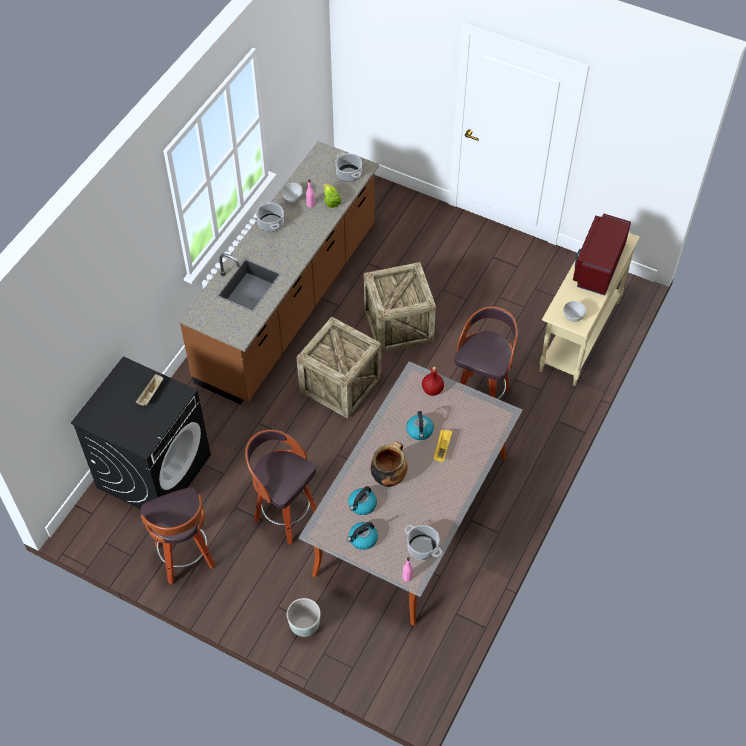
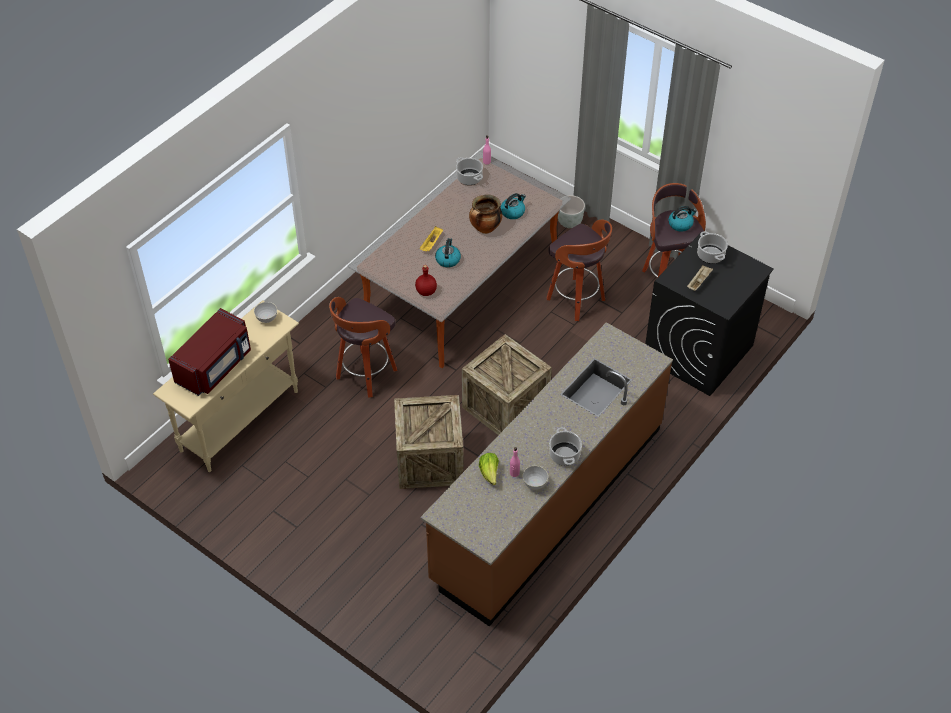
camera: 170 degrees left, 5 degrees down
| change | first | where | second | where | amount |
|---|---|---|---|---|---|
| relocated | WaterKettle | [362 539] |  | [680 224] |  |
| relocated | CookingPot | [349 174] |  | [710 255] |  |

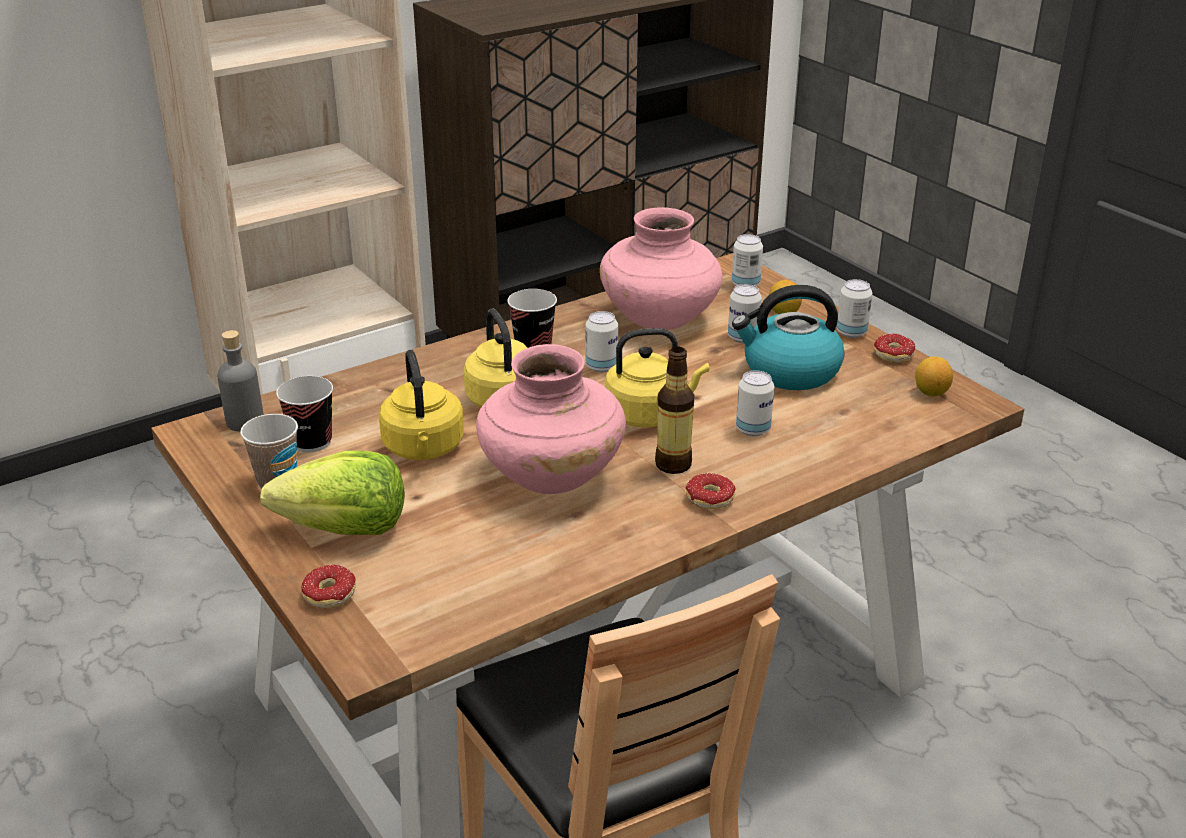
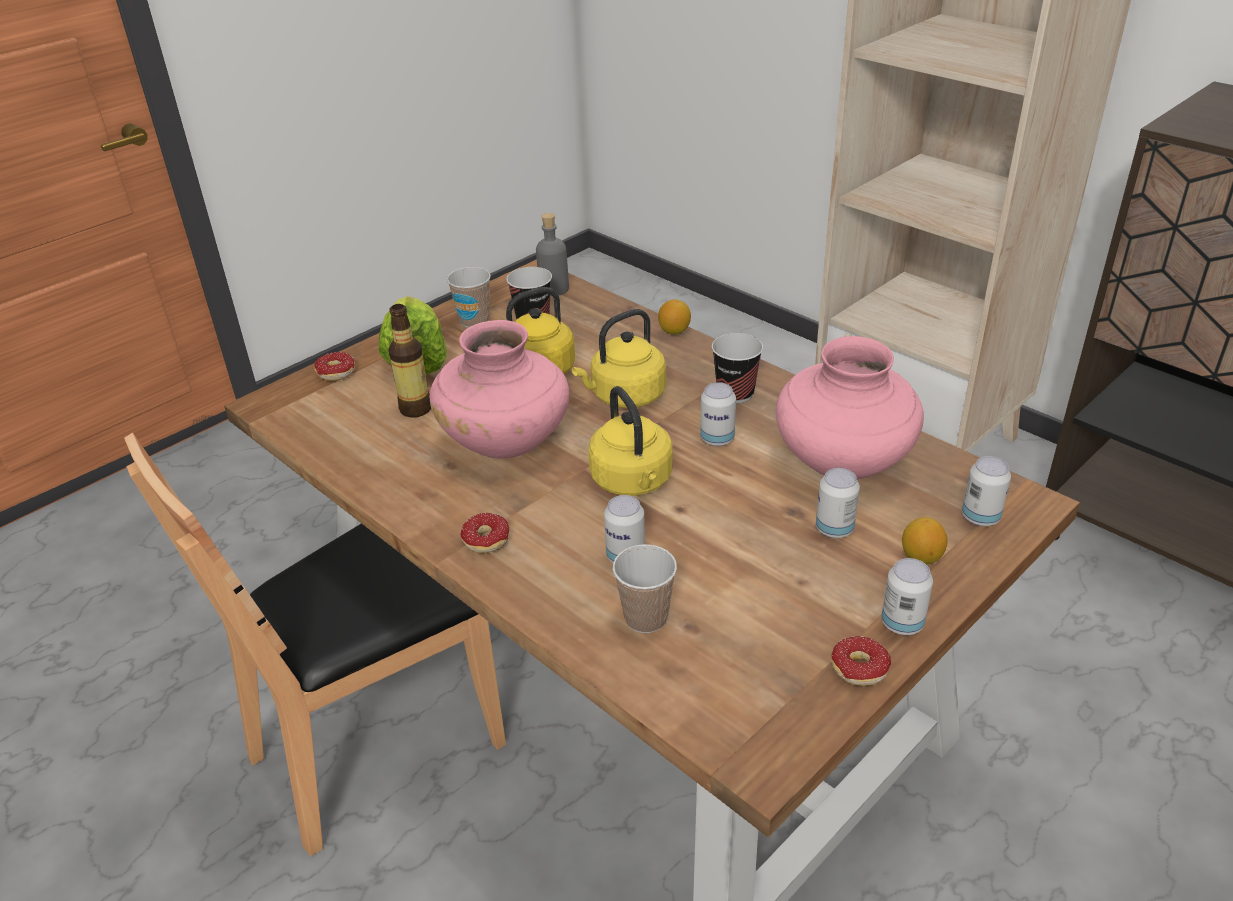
camera: 80 degrees right, 5 degrees up
| change | first | where | second | where | amount |
|---|---|---|---|---|---|
| relocated | BeverageBottle | [673 464] |  | [415 409] |  |
| appeared |  |  | DrinkingCup | [646 618] |  |
| relocated | Lemon | [931 392] |  | [674 331] |  |
| missing | WaterKettle | [789 371] |  |  |  |

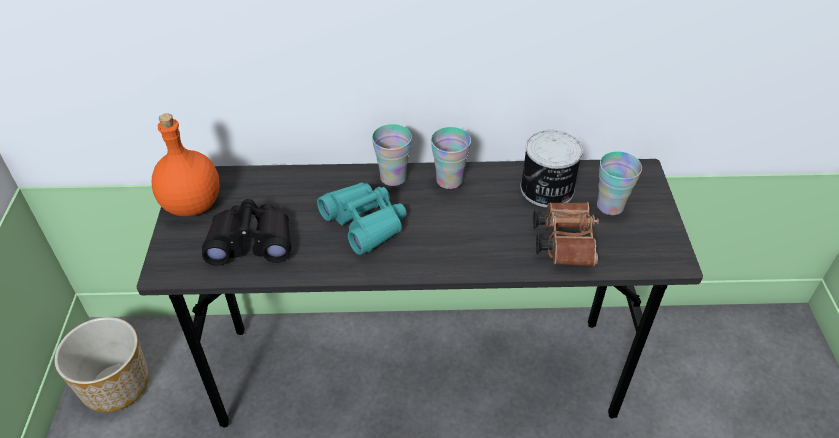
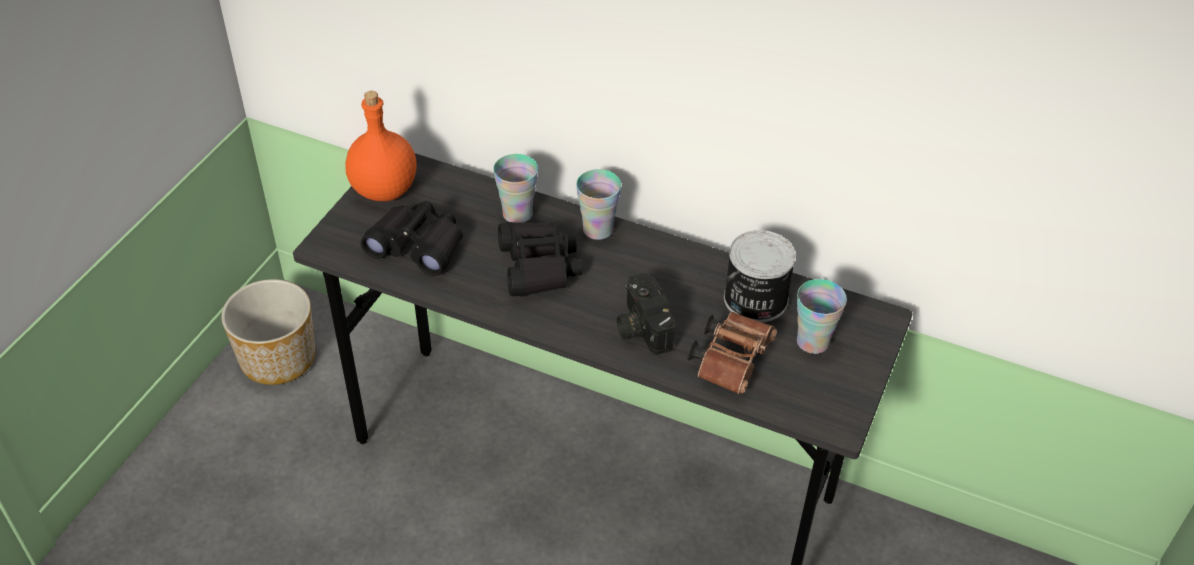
camera: 25 degrees right, 0 degrees up
| change | first | where | second | where | amount |
|---|---|---|---|---|---|
| relocated | DrinkingCup | [449 180] |  | [517 214] |  |
| colour | TurquoiseColouredPairOfBinoculars | [365 223] | BlackishPairOfBinoculars | [538 267] |  |
| appeared |  |  | PhotoCamera | [640 327] |  |

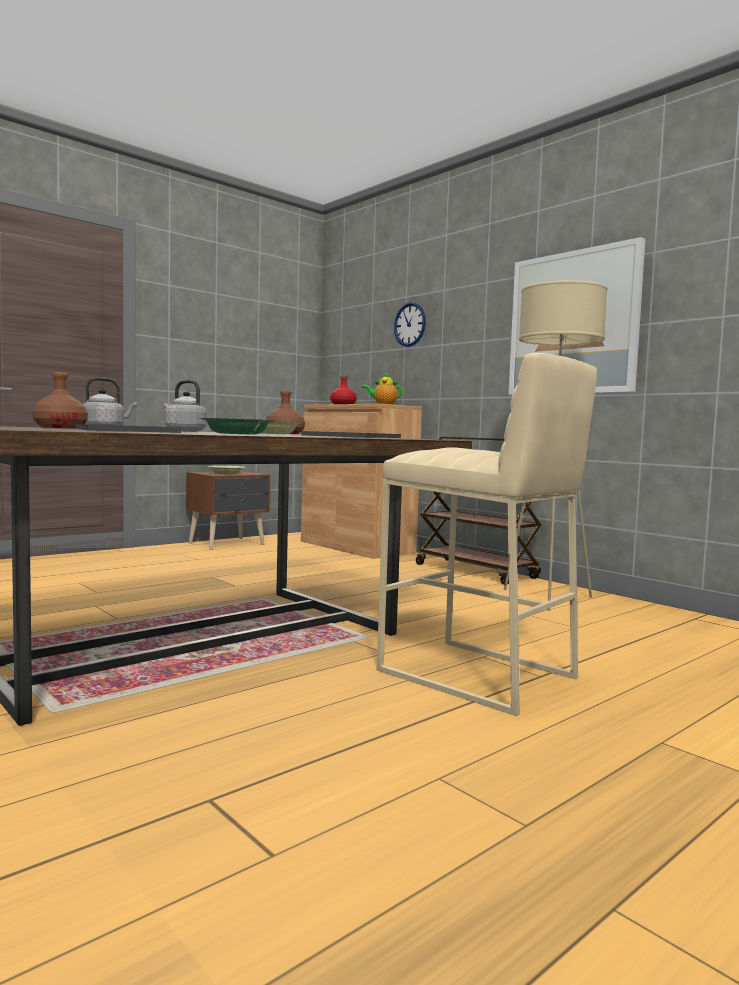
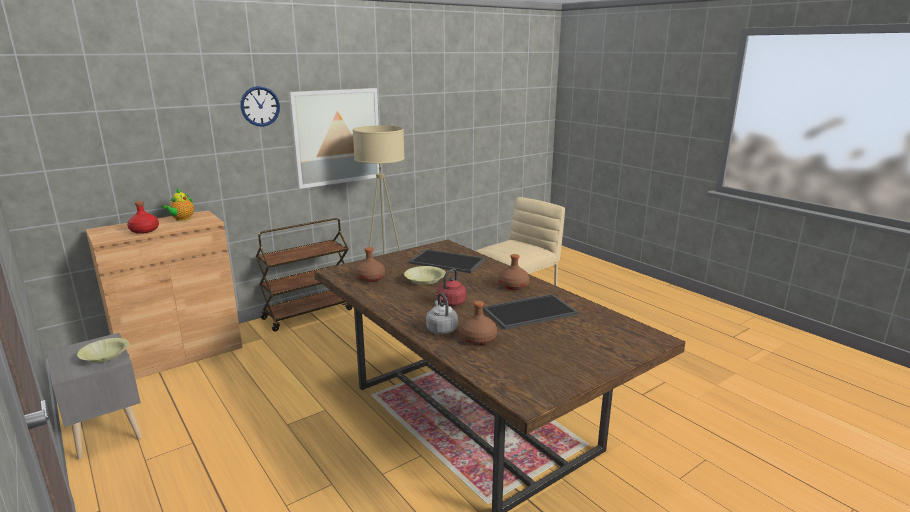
camera: 85 degrees left, 15 degrees up
| change | first | where | second | where | amount |
|---|---|---|---|---|---|
| colour | BrownishNightTable | [228 544] | GreyNightTable | [107 428] |  |
| relocated | HangingClock | [409 324] |  | [260 106] |  |
| colour | GreyWaterKettle | [183 431] | RedColouredWaterKettle | [450 303] |  |
| exchanged | GreenColouredDeepDish | [237 434] | BrownishBeverageBottle | [514 286] |  |

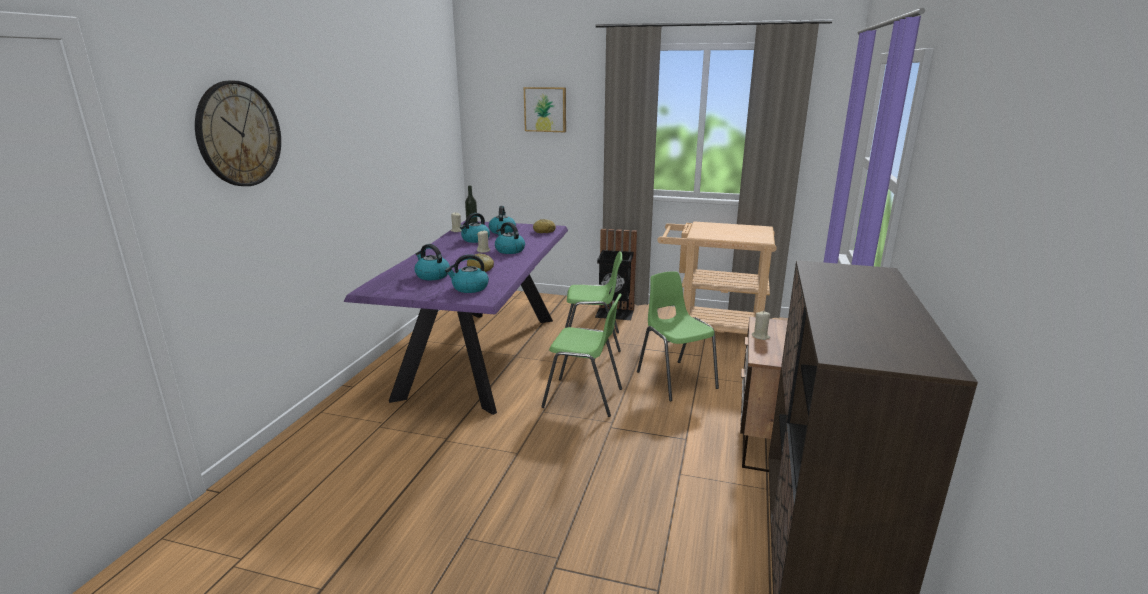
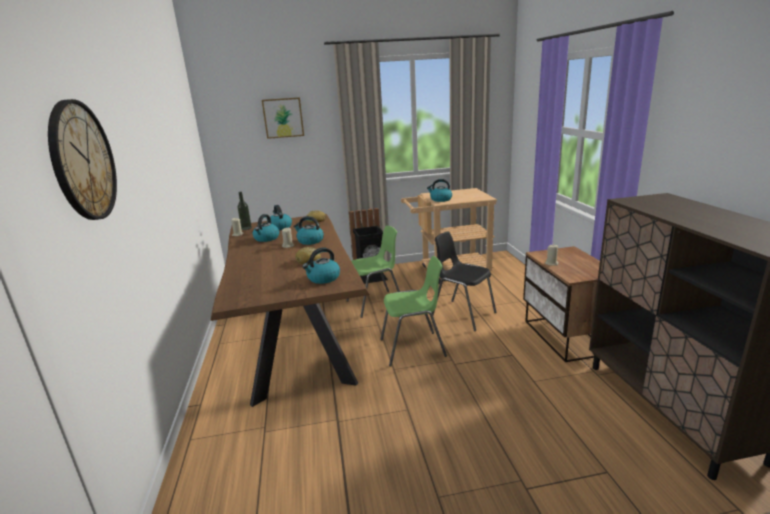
camera: 25 degrees left, 0 degrees up
| change | first | where | second | where | amount |
|---|---|---|---|---|---|
| colour | PurpleColouredKitchenTable | [482 355] | BrownishKitchenTable | [298 339] |  |
| relocated | WaterKettle | [432 276] |  | [440 199] |  |
| colour | GreenColouredPlainChair | [675 380] | BlackishPlainChair | [462 314] |  |

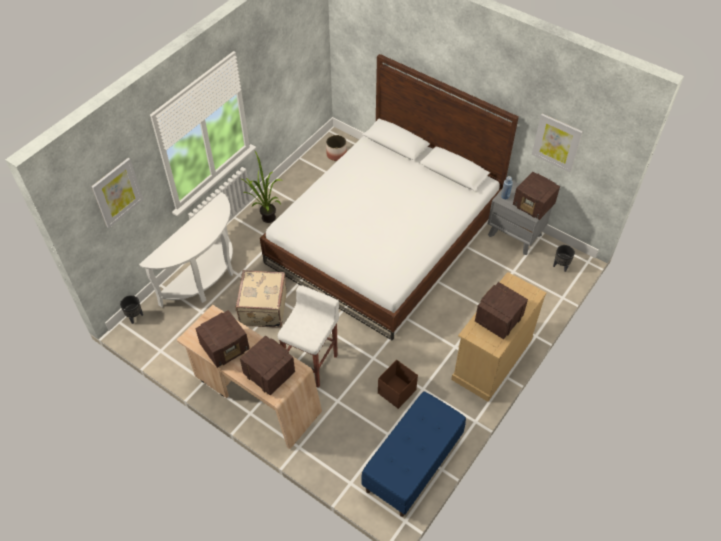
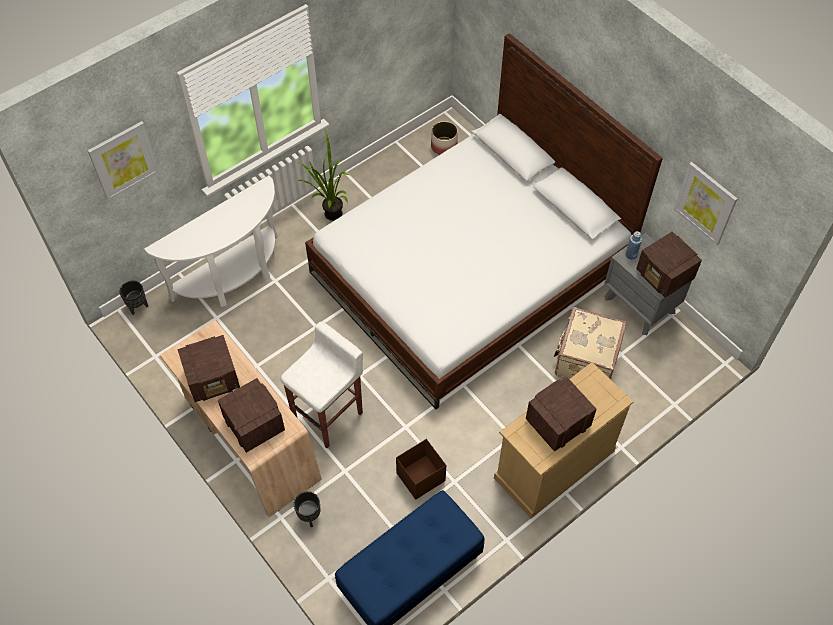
camera: 15 degrees right, 5 degrees up
| change | first | where | second | where | amount |
|---|---|---|---|---|---|
| relocated | BlackishFlowerPot | [561 266] |  | [309 517] |  |
| relocated | SandColouredTravelCase | [262 308] |  | [585 359] |  |

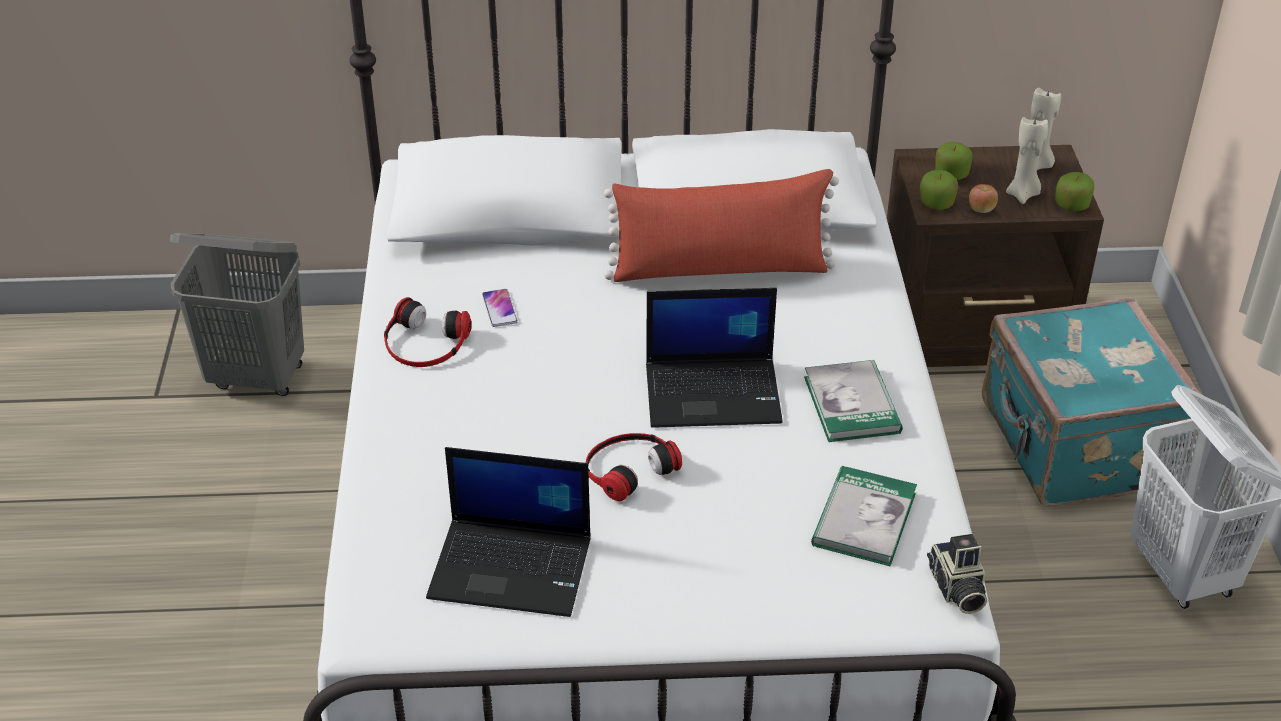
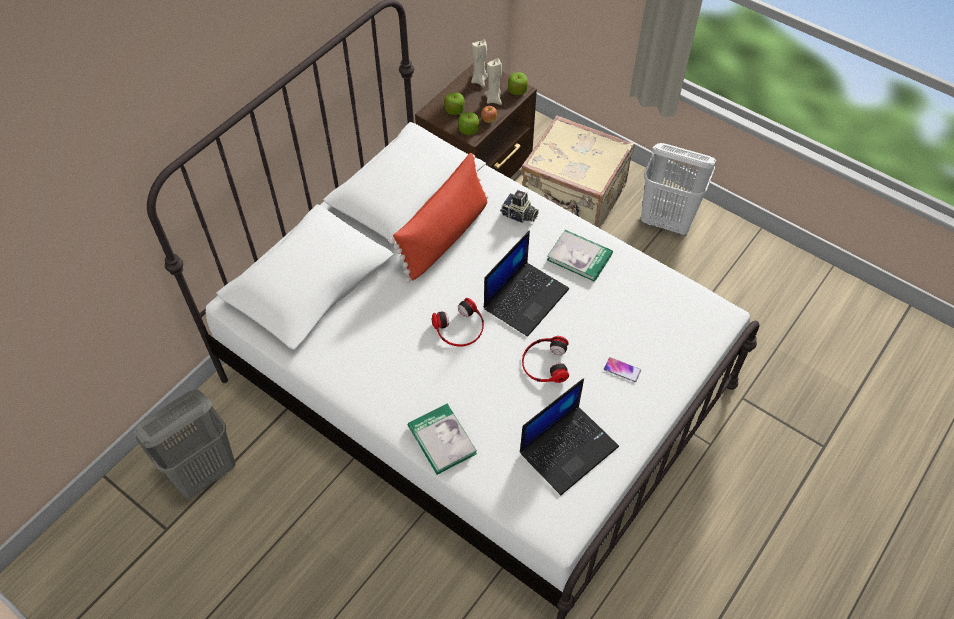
camera: 50 degrees left, 15 degrees up
| change | first | where | second | where | amount |
|---|---|---|---|---|---|
| relocated | BoundBook | [864 519] |  | [442 440] |  |
| relocated | PairOfHeadphones | [425 343] |  | [460 328] |  |
| relocated | PhotoCamera | [956 589] |  | [519 216] |  |
| colour | TurquoiseColouredTravelCase | [1074 446] | SandColouredTravelCase | [573 198] |  |
| relocated | Phone | [499 309] |  | [622 370] |  |

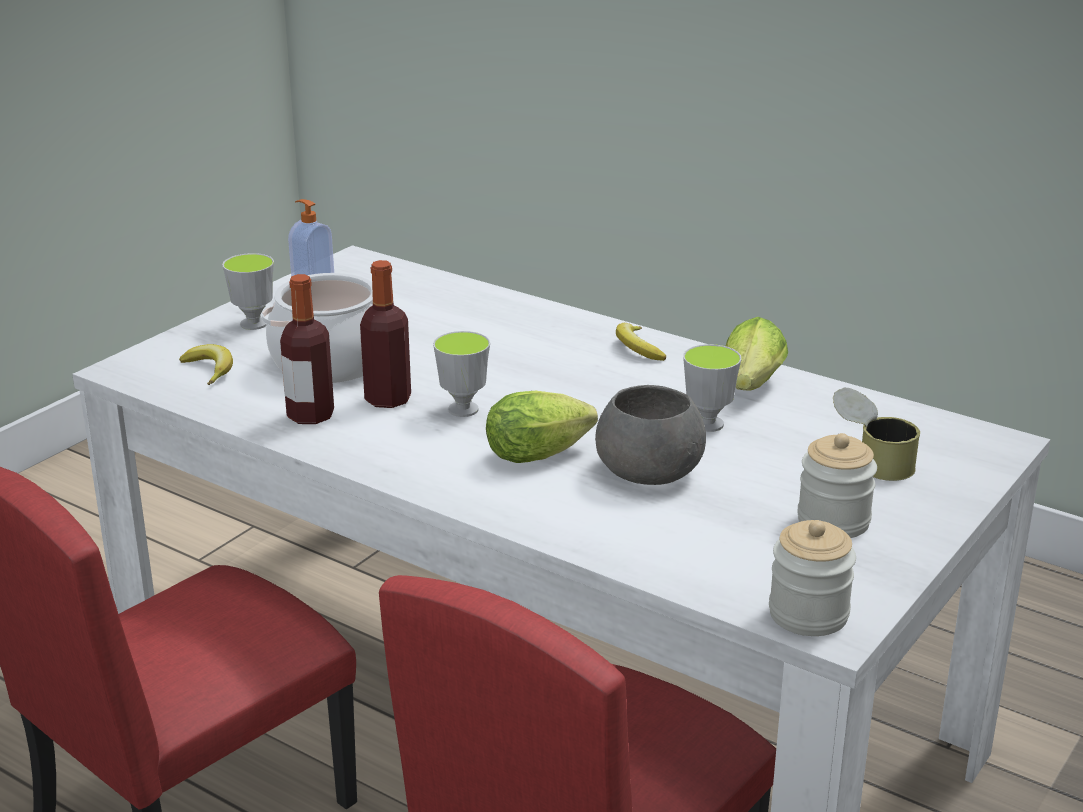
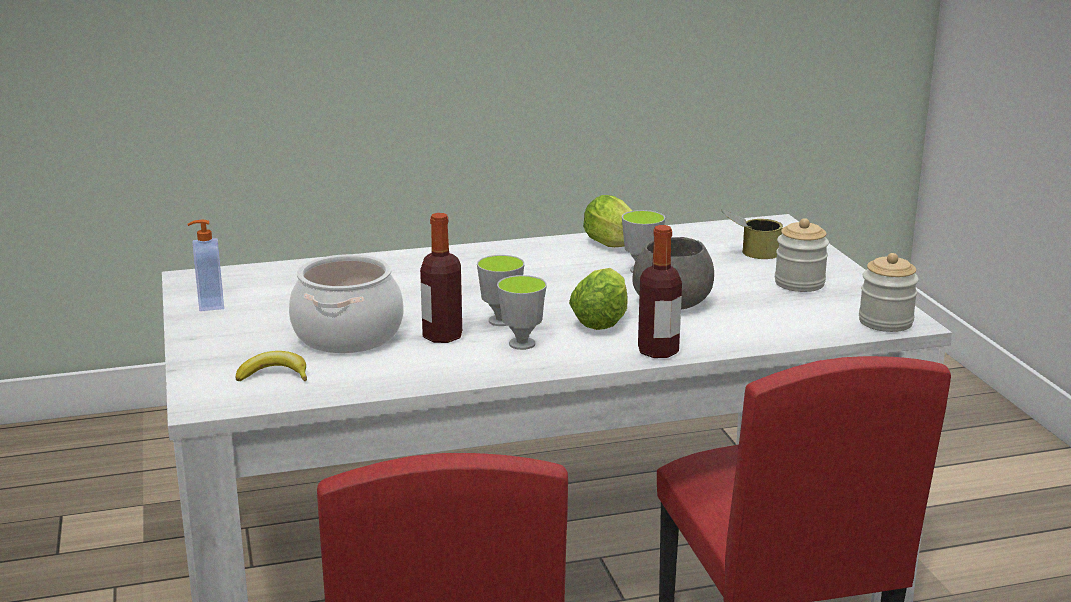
camera: 50 degrees left, 5 degrees down
| change | first | where | second | where | amount |
|---|---|---|---|---|---|
| relocated | DrinkingCup | [254 324] |  | [522 344] |  |
| relocated | BeverageBottle | [310 415] |  | [658 351] |  |
| missing | BananaFruit | [637 348] |  |  |  |

